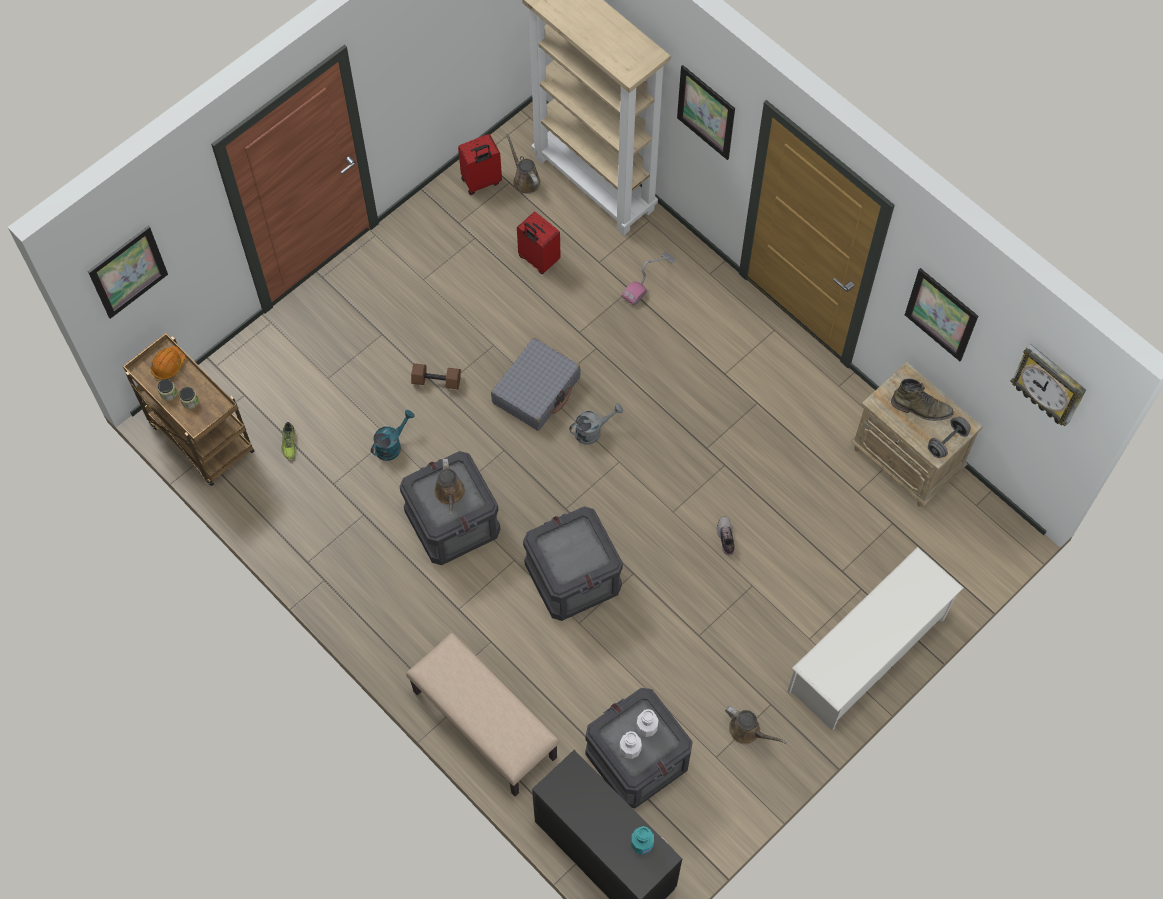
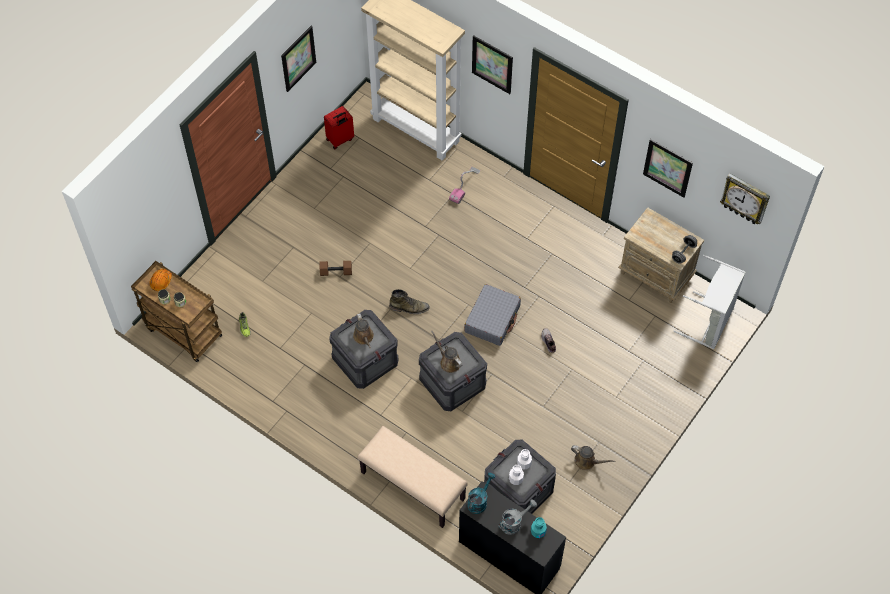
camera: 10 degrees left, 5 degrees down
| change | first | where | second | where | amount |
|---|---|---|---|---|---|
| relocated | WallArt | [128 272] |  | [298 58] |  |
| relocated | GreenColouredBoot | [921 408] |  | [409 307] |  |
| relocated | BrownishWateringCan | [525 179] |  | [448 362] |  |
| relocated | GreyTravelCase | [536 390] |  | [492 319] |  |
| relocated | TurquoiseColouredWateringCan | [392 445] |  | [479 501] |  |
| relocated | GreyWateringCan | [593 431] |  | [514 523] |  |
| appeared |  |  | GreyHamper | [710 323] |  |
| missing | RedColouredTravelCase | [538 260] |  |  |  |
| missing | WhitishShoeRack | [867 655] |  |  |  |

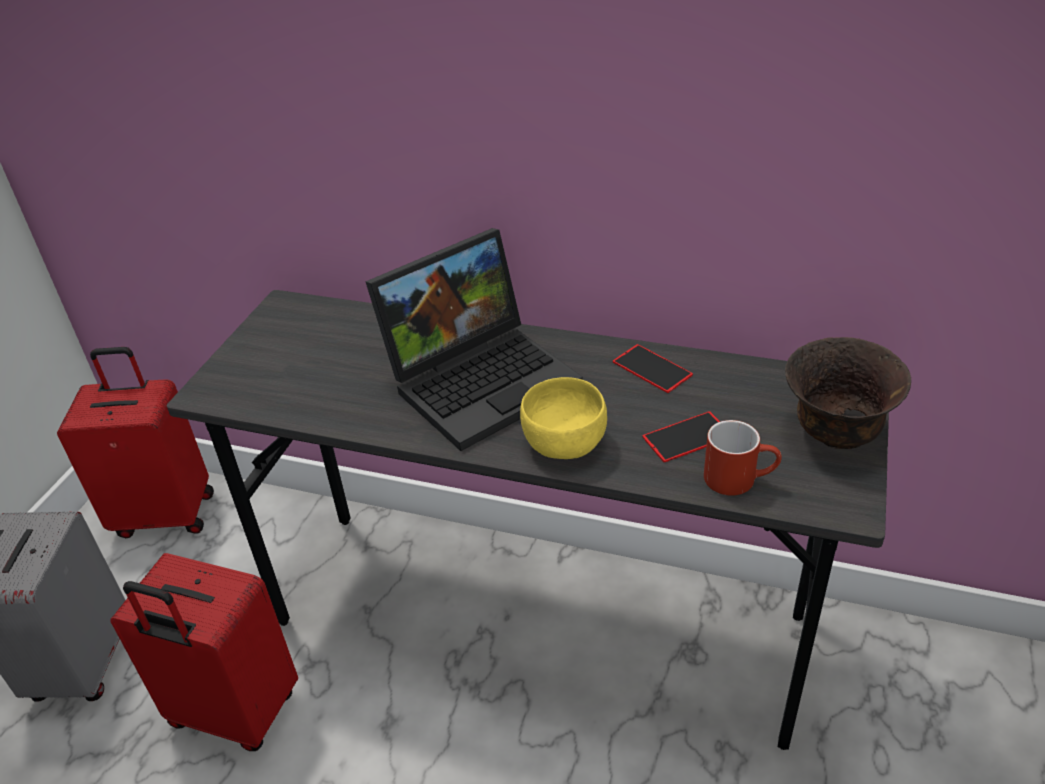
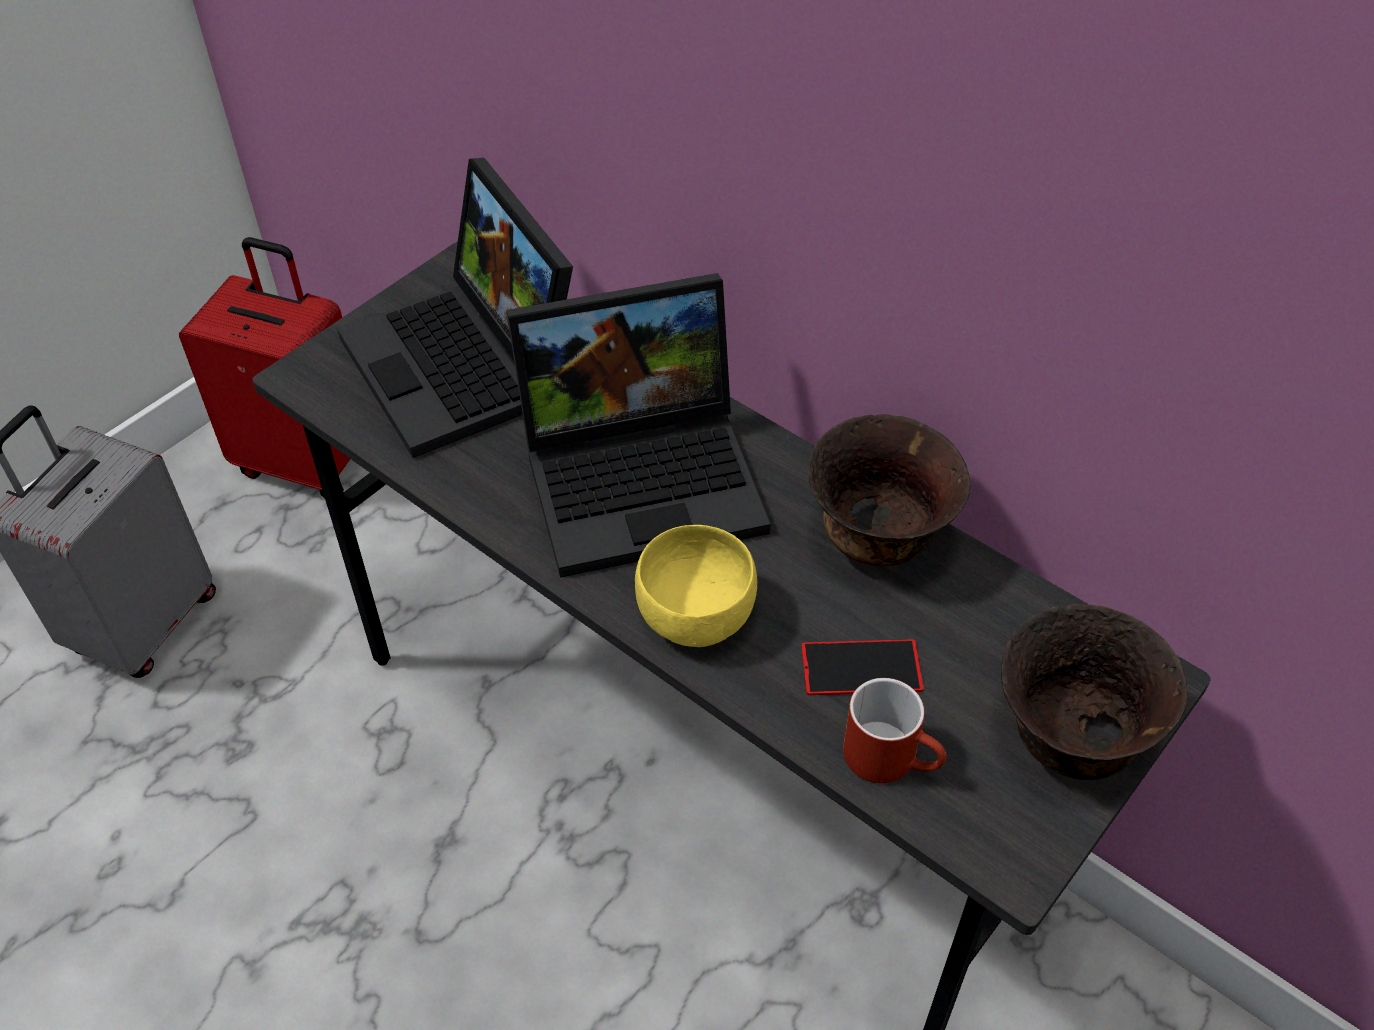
camera: 20 degrees right, 10 degrees up
| change | first | where | second | where | amount |
|---|---|---|---|---|---|
| appeared |  |  | Laptop | [467 366] |  |
| exchanged | Phone | [652 368] | BrownishDeepDish | [878 541] |  |
| missing | RedColouredTravelCase | [233 713] |  |  |  |

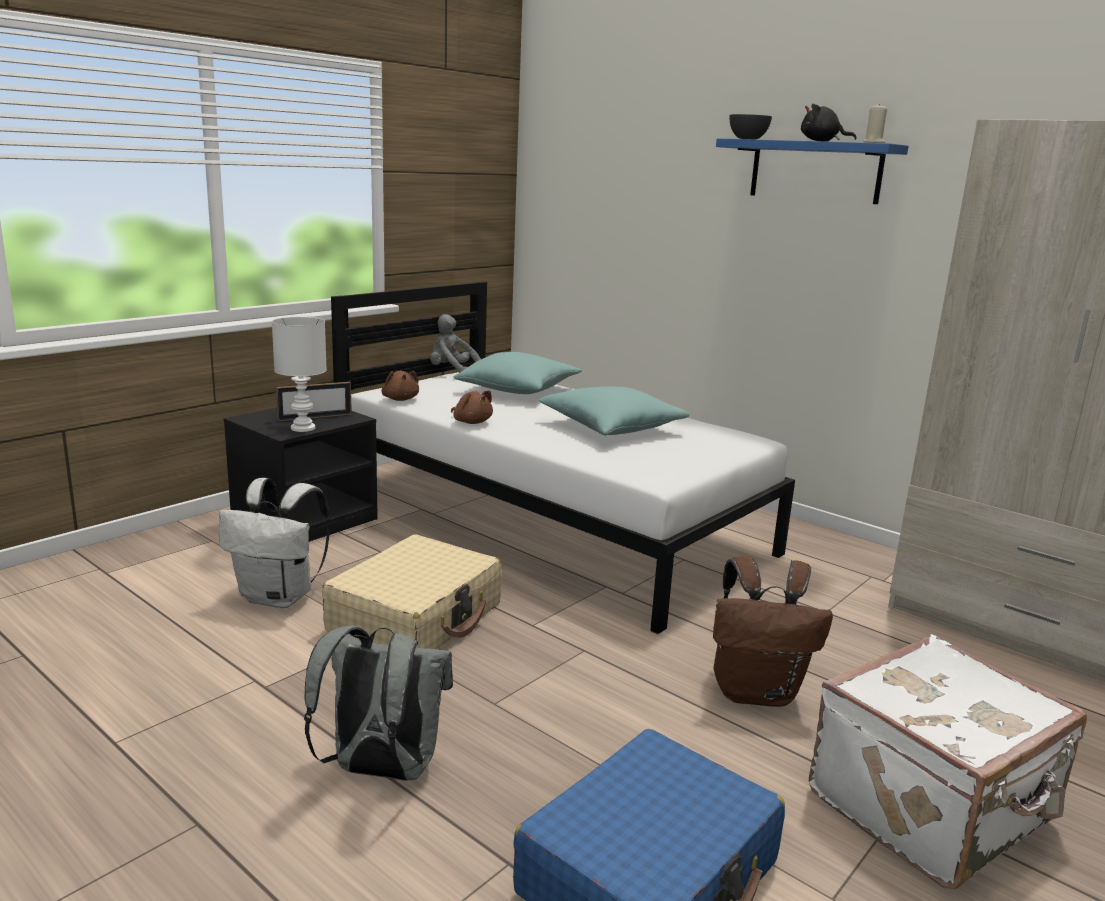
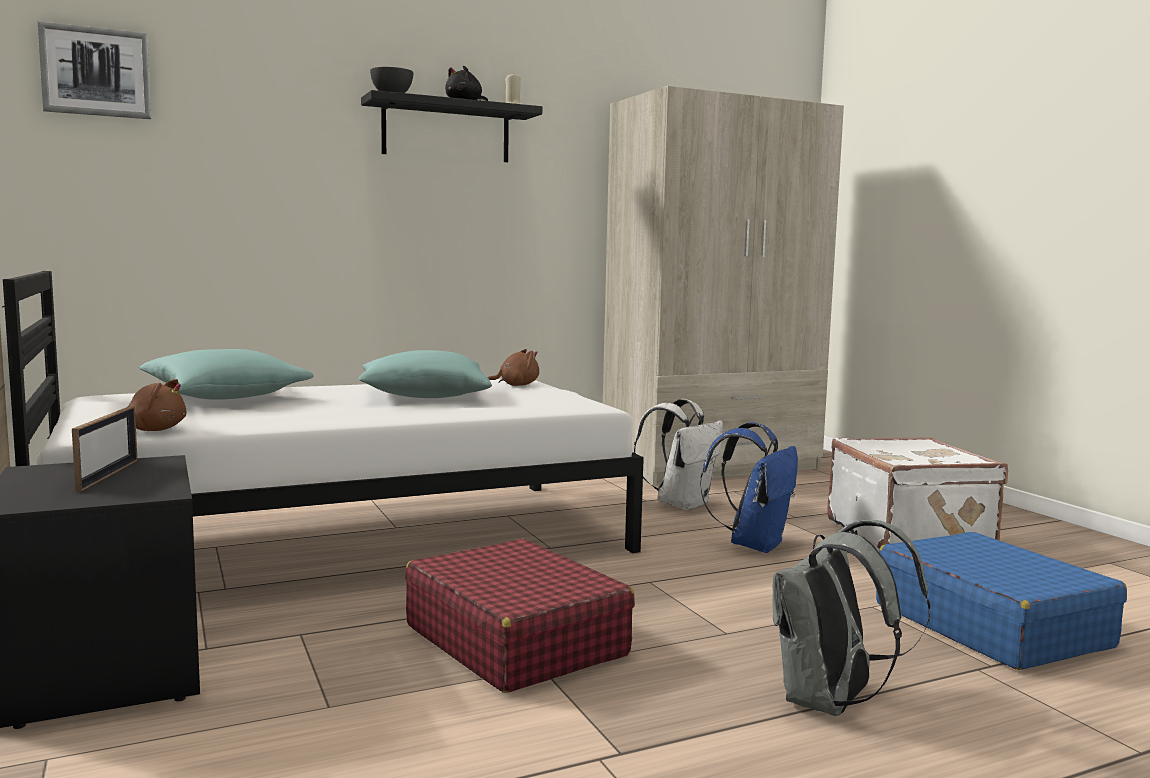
camera: 65 degrees left, 10 degrees down
| change | first | where | second | where | amount |
|---|---|---|---|---|---|
| appeared |  |  | WallArt | [96 72] |  |
| colour | BluishWallShelf | [815 171] | BlackishWallShelf | [446 131] |  |
| colour | SandColouredTravelCase | [416 618] | RedColouredTravelCase | [515 640] |  |
| relocated | BrownishSoftToy | [471 422] |  | [516 385] |  |
| relocated | WhitishKnapsack | [279 597] |  | [681 504] |  |
| colour | BrownishKnapsack | [756 692] | BluishKnapsack | [754 544] |  |
| missing | WhitishTabletopLamp | [302 428] |  |  |  |
| missing | GreySoftToy | [452 372] |  |  |  |

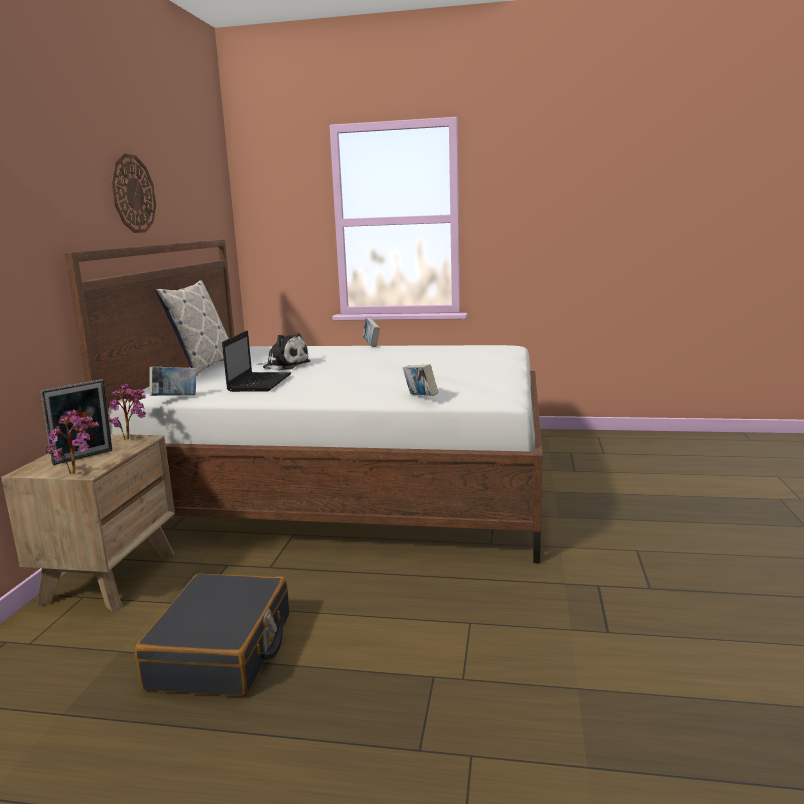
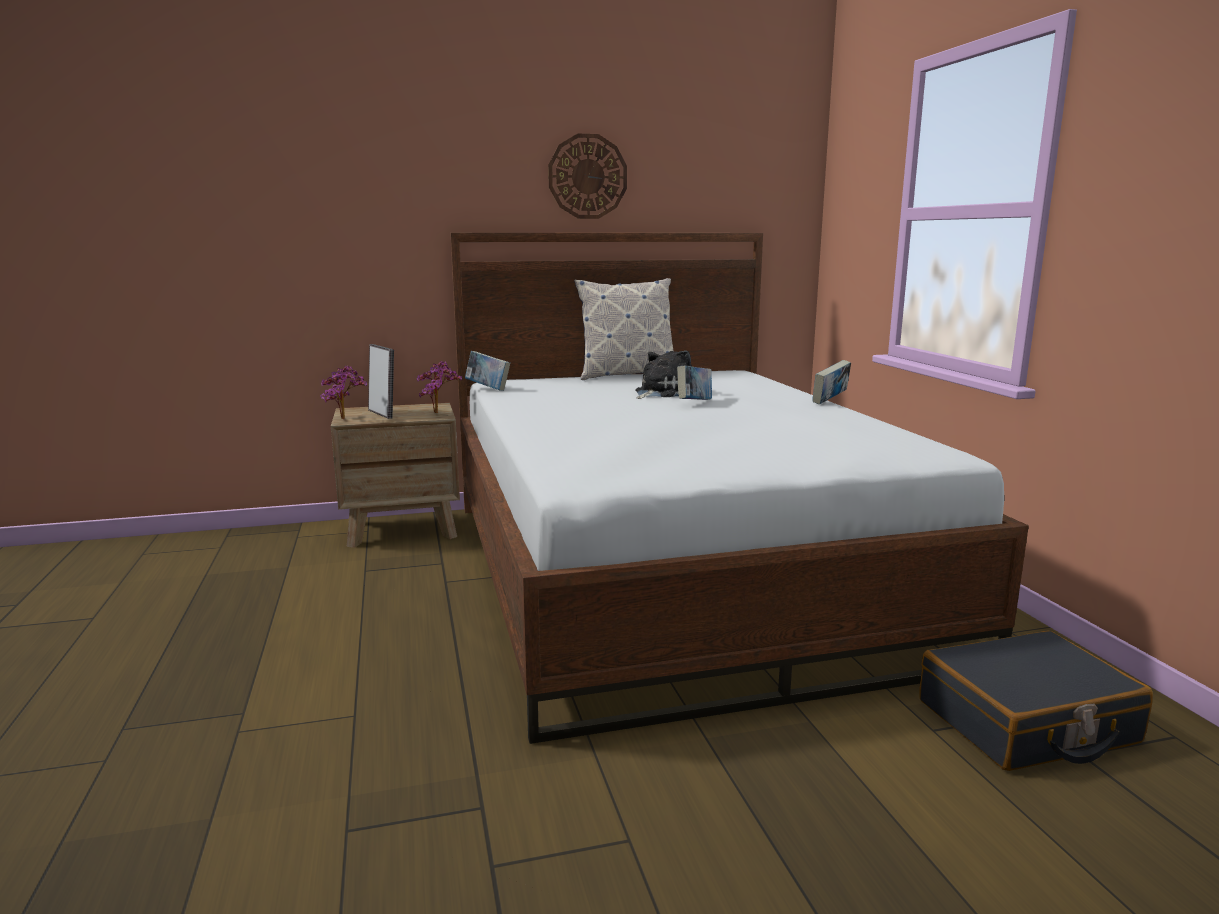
camera: 65 degrees right, 0 degrees up
| change | first | where | second | where | amount |
|---|---|---|---|---|---|
| spun | PictureFrame | [84 457] |  | [383 414] | 150 degrees counterclockwise |
| spun | SoftToy | [284 365] |  | [661 393] | 135 degrees counterclockwise |
| relocated | BoundBook | [420 398] |  | [694 403] |  |
| relocated | BlackishTravelCase | [222 651] |  | [1026 723] |  |
| missing | Laptop | [260 383] |  |  |  |

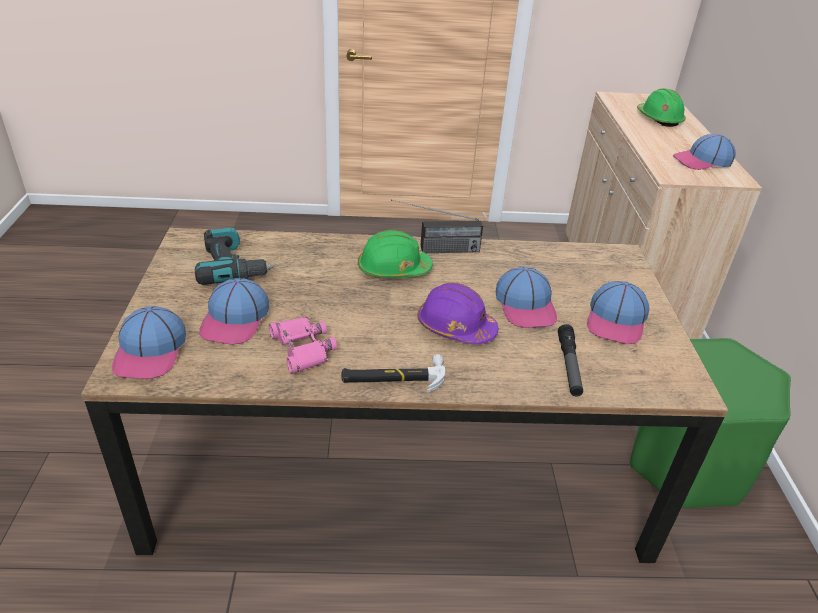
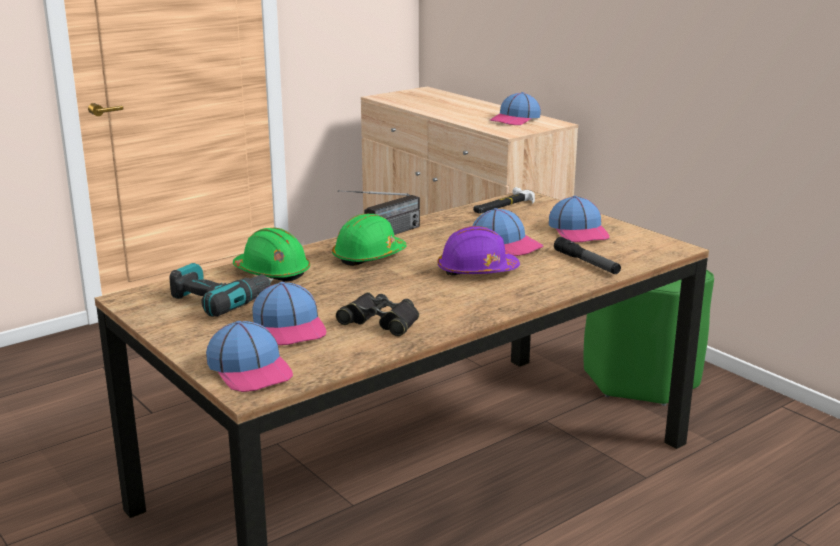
camera: 35 degrees left, 15 degrees down
| change | first | where | second | where | amount |
|---|---|---|---|---|---|
| relocated | GreenColouredSafetyHelmet | [659 119] |  | [272 272] |  |
| colour | PinkColouredPairOfBinoculars | [302 348] | BlackishPairOfBinoculars | [380 321] |  |
| relocated | Hammer | [393 377] |  | [503 205] |  |

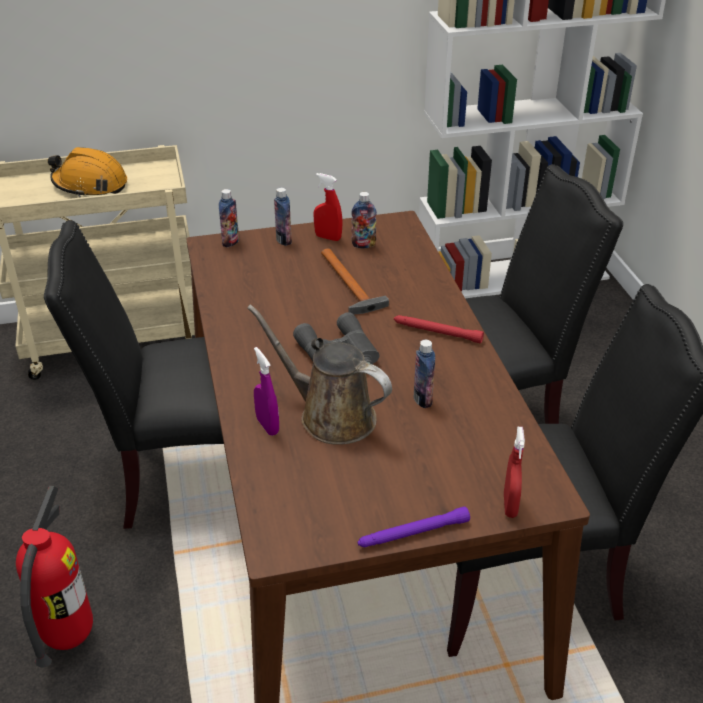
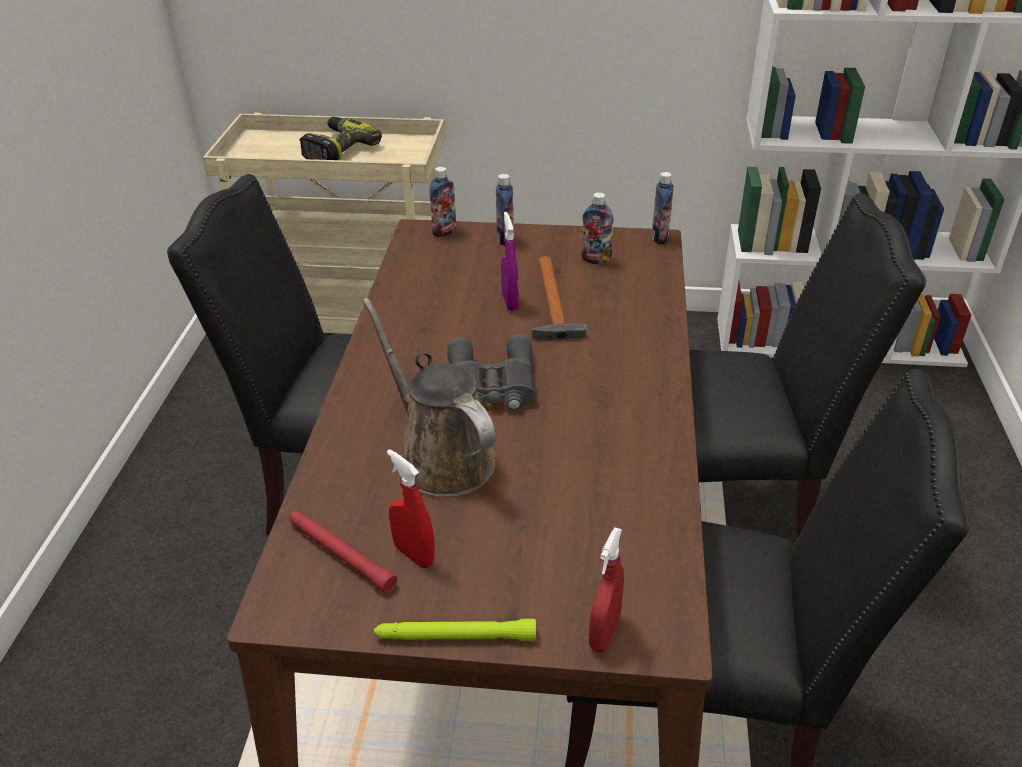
camera: 20 degrees right, 0 degrees up
| change | first | where | second | where | amount |
|---|---|---|---|---|---|
| relocated | RedColouredFlashlight | [437 332] |  | [339 554] |  |
| exchanged | OrangeySafetyHelmet | [90 185] | PowerDrill | [336 150] |  |
| colour | PurpleColouredFlashlight | [413 533] | GreenColouredFlashlight | [455 637] |  |
| relocated | RedColouredHandSprayer | [328 237] |  | [414 554] |  |
| relocated | PurpleColouredHandSprayer | [267 426] |  | [510 302] |  |
| relocated | BeverageBottle | [422 399] |  | [660 238] |  |
| missing | FireFightingCylinder | [68 637] |  |  |  |

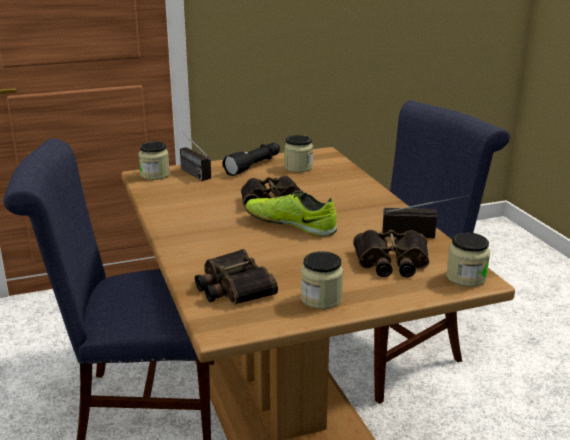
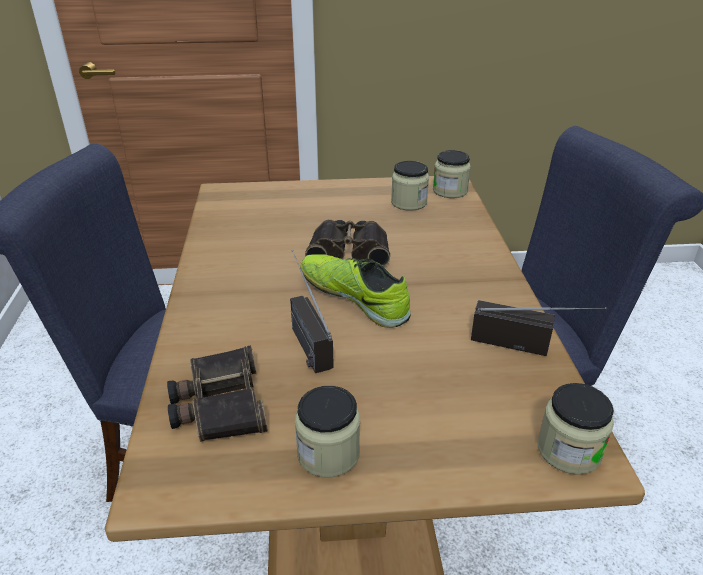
camera: 15 degrees right, 10 degrees up
| change | first | where | second | where | amount |
|---|---|---|---|---|---|
| relocated | Radio | [188 170] |  | [303 336] |  |
| relocated | Jar | [155 175] |  | [450 191] |  |
| missing | BlackishFlashlight | [254 166] |  |  |  |
| missing | PairOfBinoculars | [391 262] |  |  |  |

